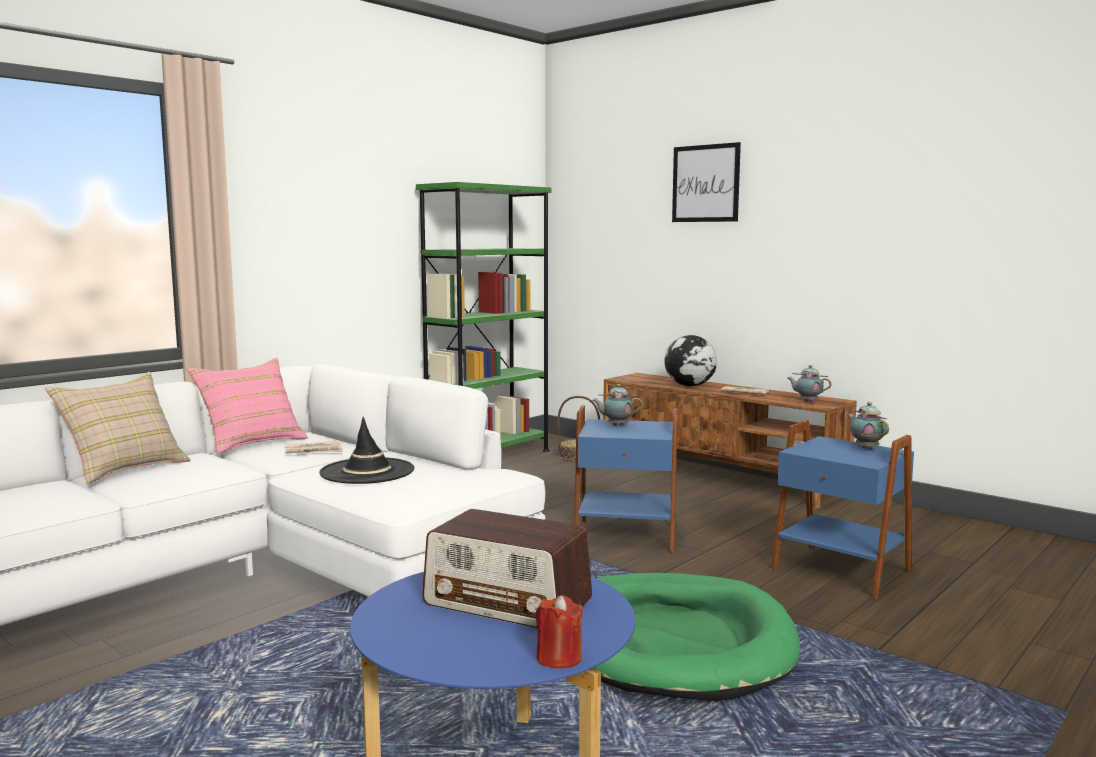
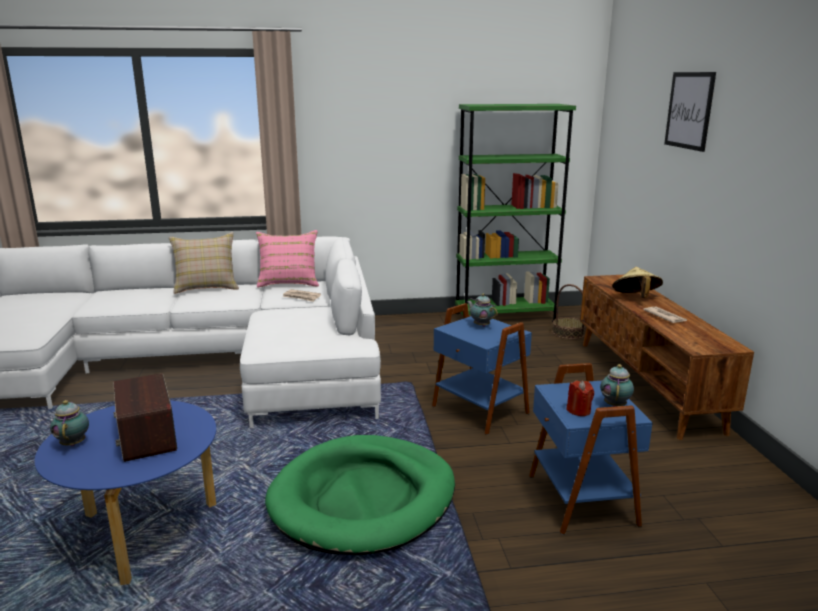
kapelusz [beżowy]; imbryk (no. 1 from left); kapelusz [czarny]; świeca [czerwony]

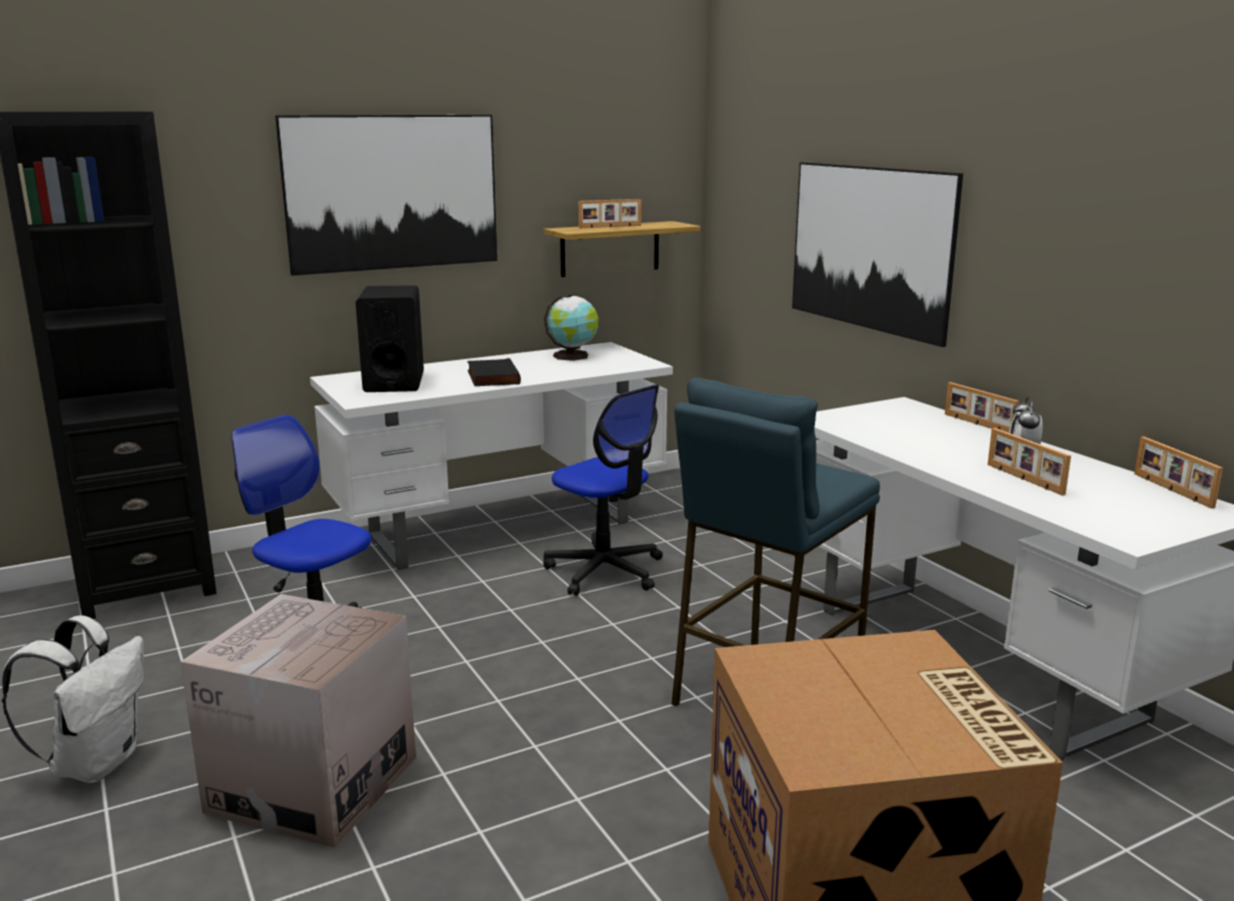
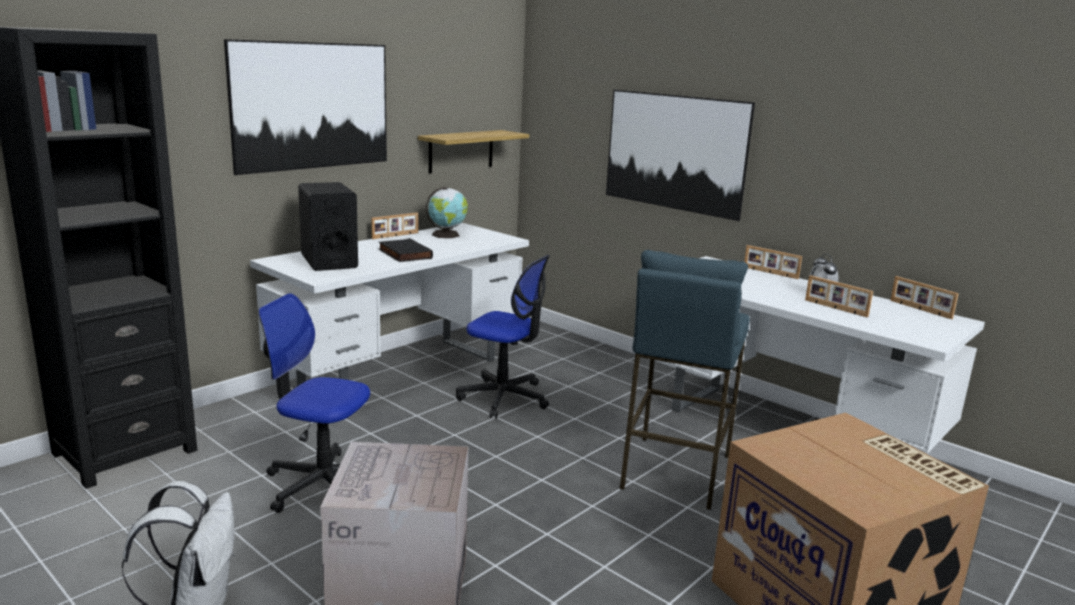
ramka na zdjęcie (no. 1 from left)

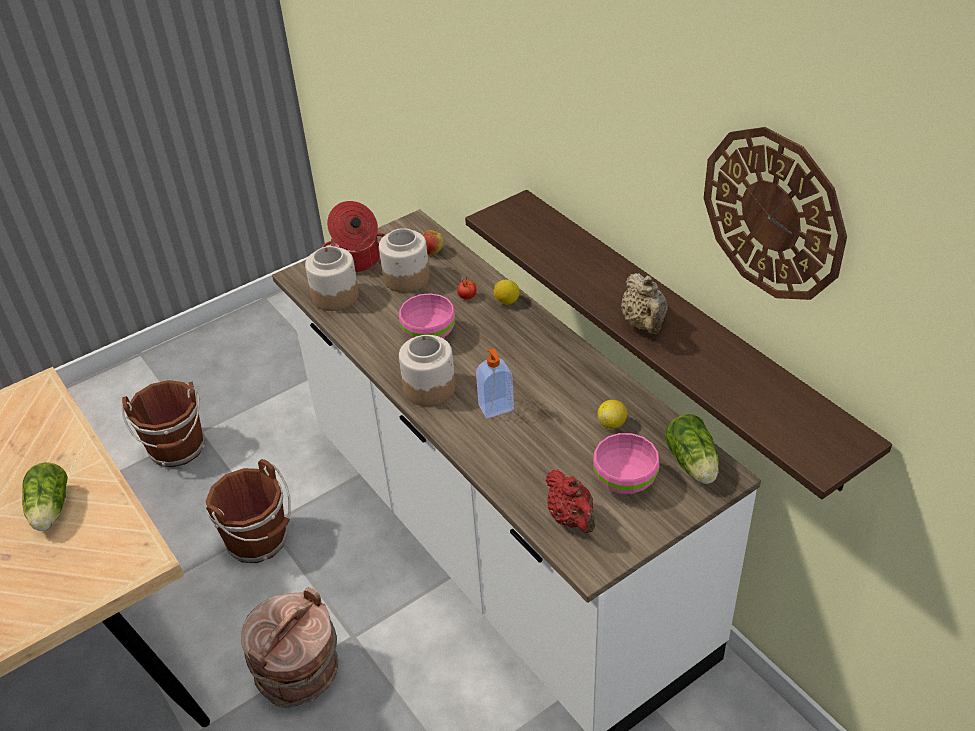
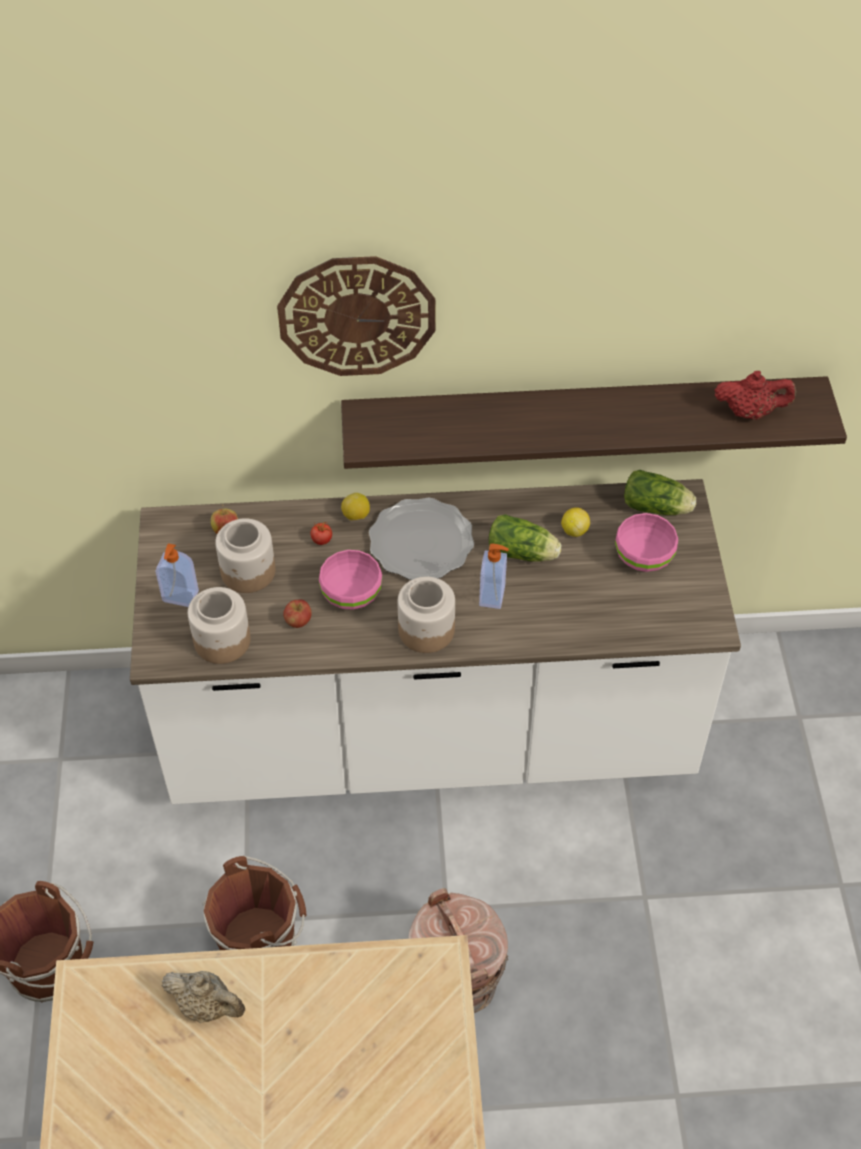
zegar ścienny; dozownik mydła (no. 1 from left); imbryk [beżowy]; sałata (no. 1 from left); imbryk [czerwony]; talerz; jabłko (no. 2 from left)

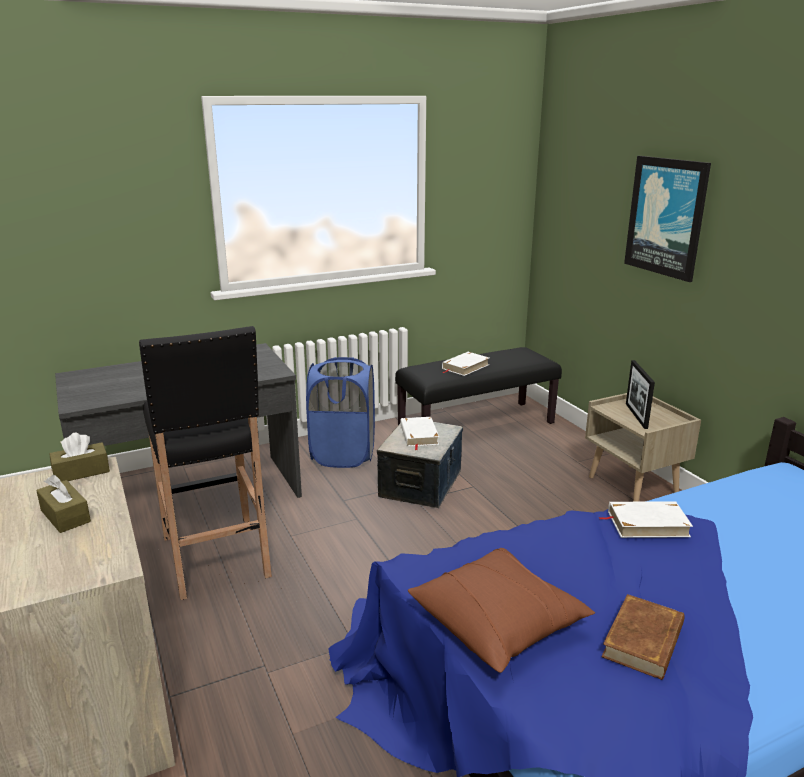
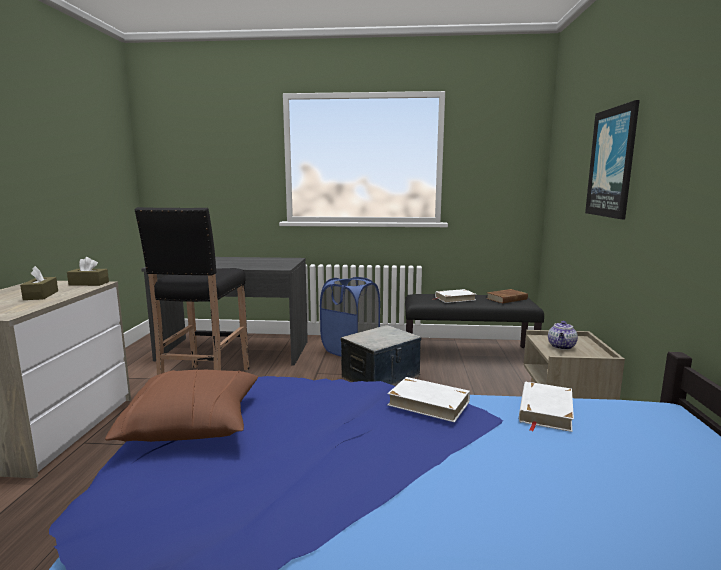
imbryk; książka [biały] (no. 3 from left); książka [brązowy]

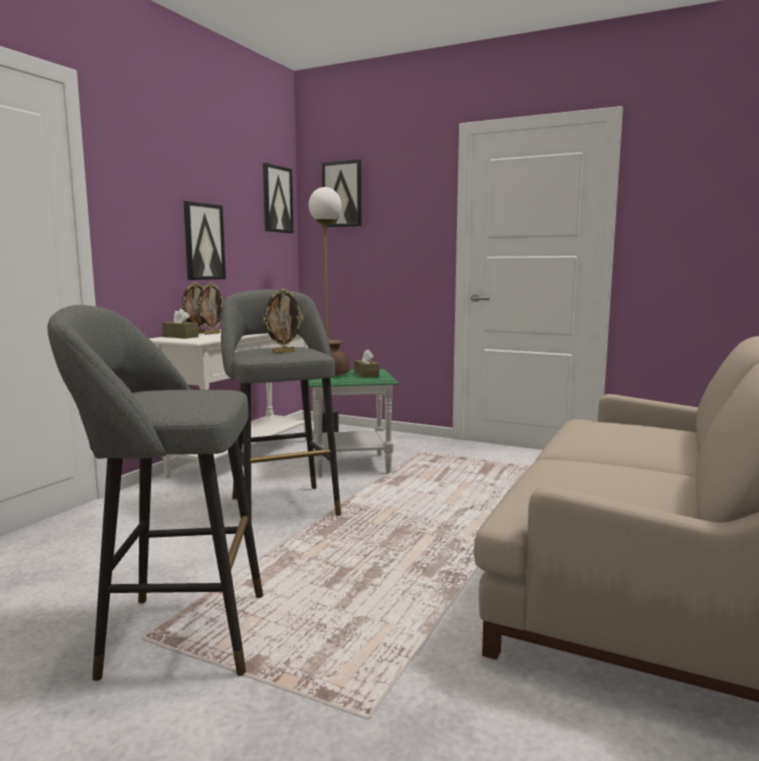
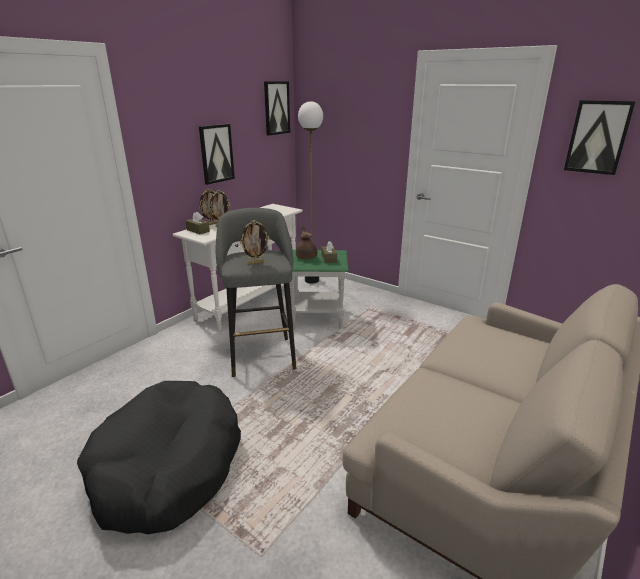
obraz (no. 3 from left); legowisko [czarny]

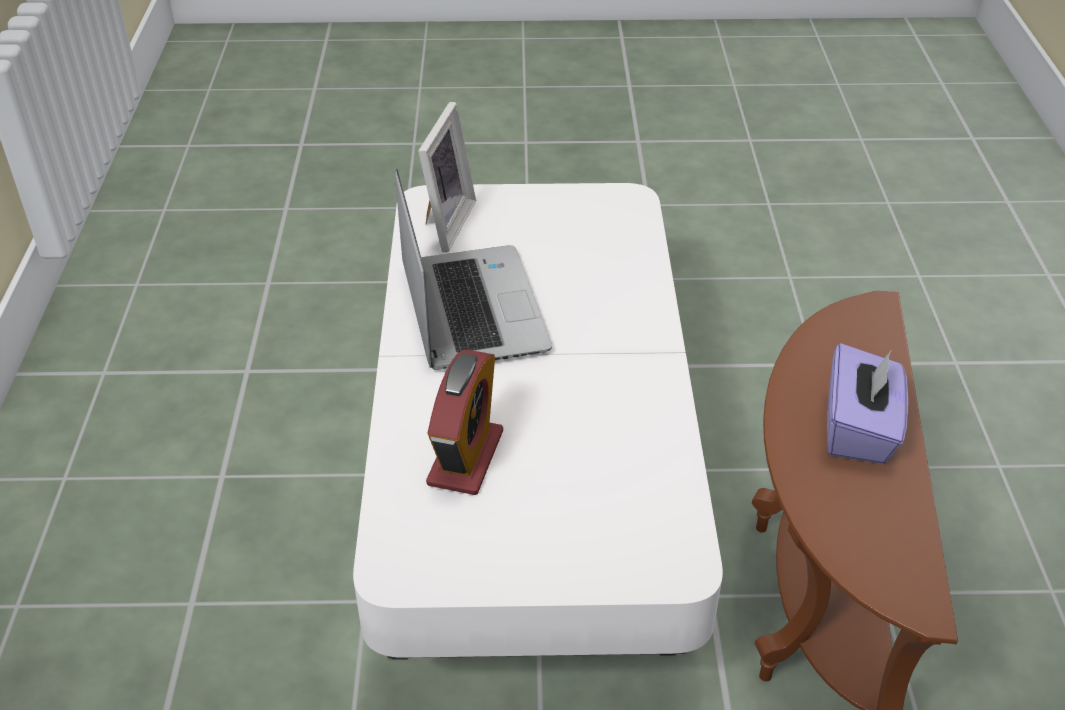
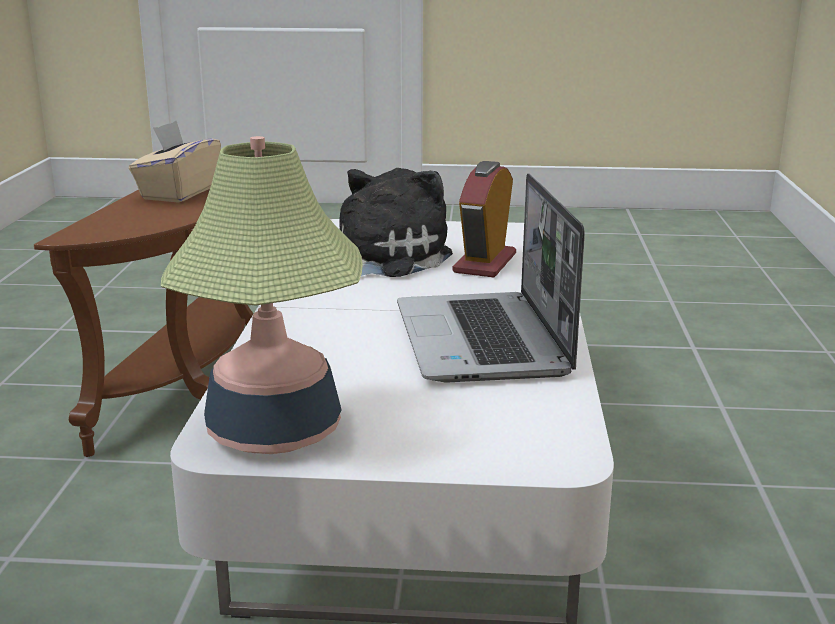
ramka na zdjęcie; pudełko chusteczek [beżowy]; lampa stołowa; pluszak

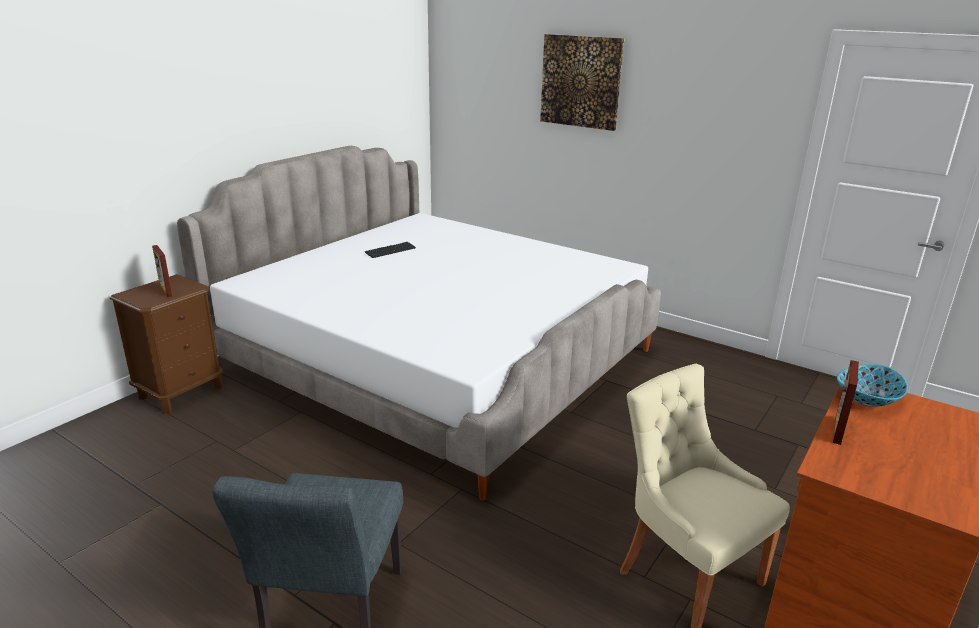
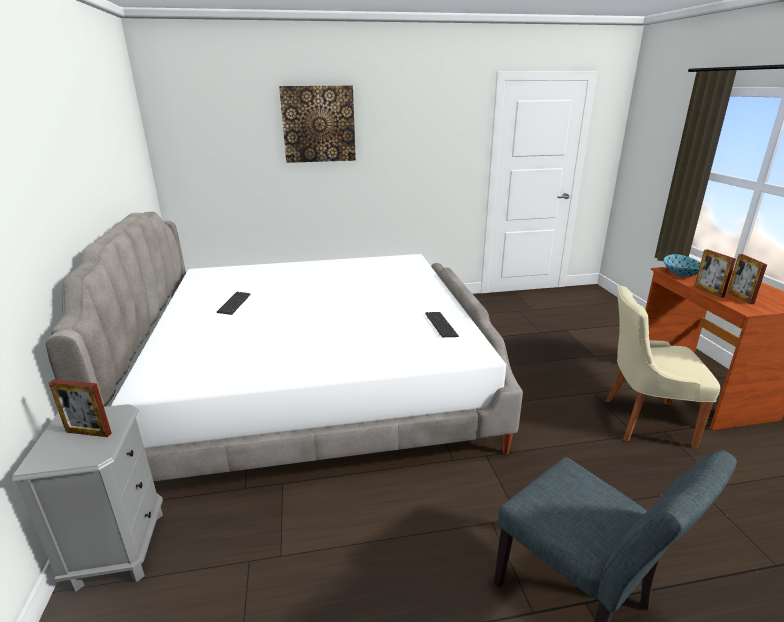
szafka nocna [szary]; ramka na zdjęcie (no. 3 from left); klawiatura (no. 2 from left)

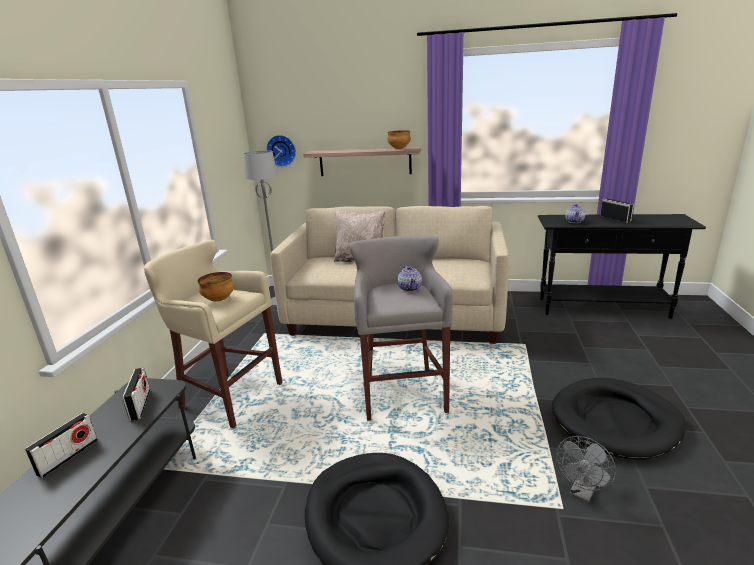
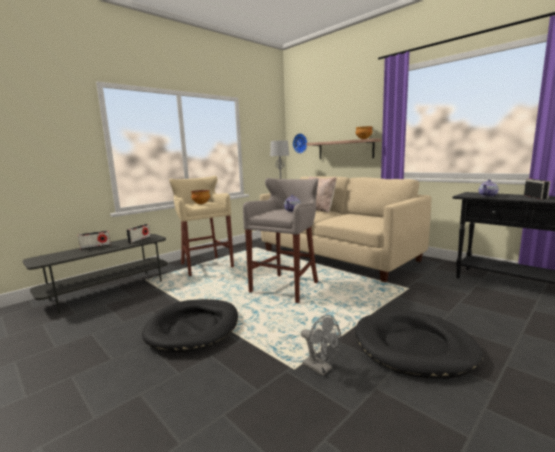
wentylator [szary]

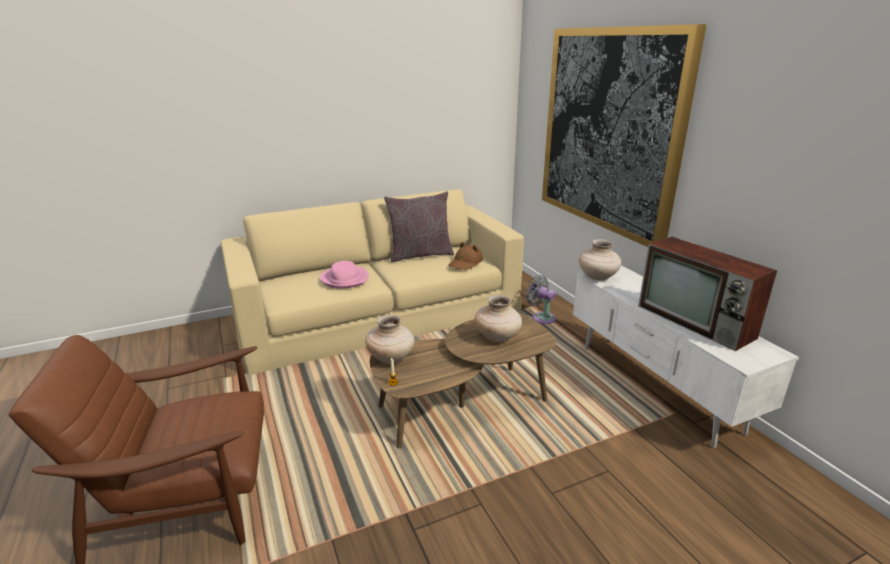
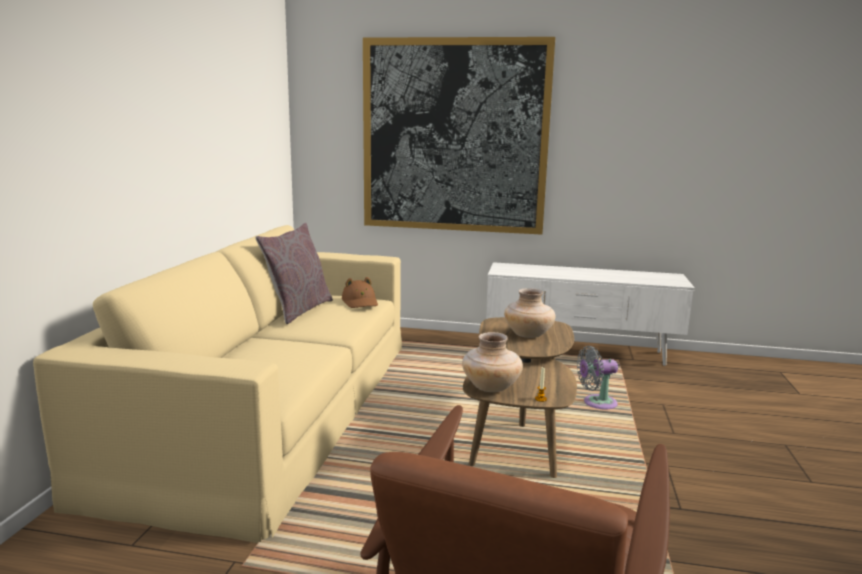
telewizor; wazon [beżowy] (no. 3 from left in the first image); kapelusz [różowy]; wentylator [szary]

